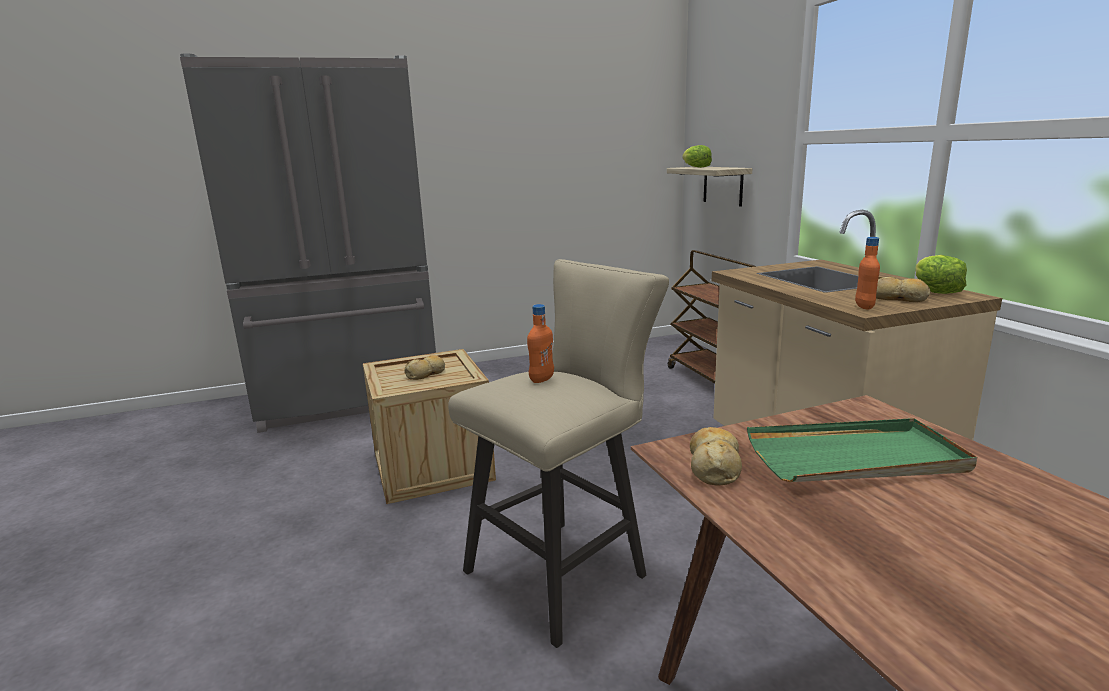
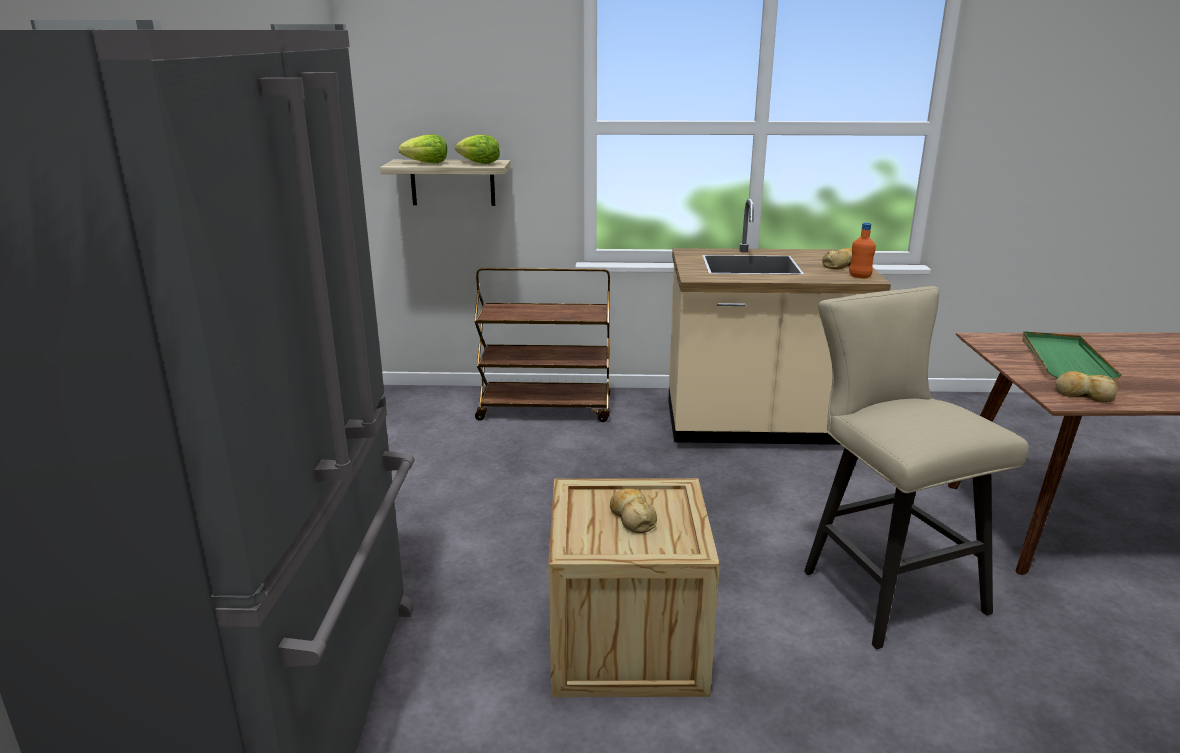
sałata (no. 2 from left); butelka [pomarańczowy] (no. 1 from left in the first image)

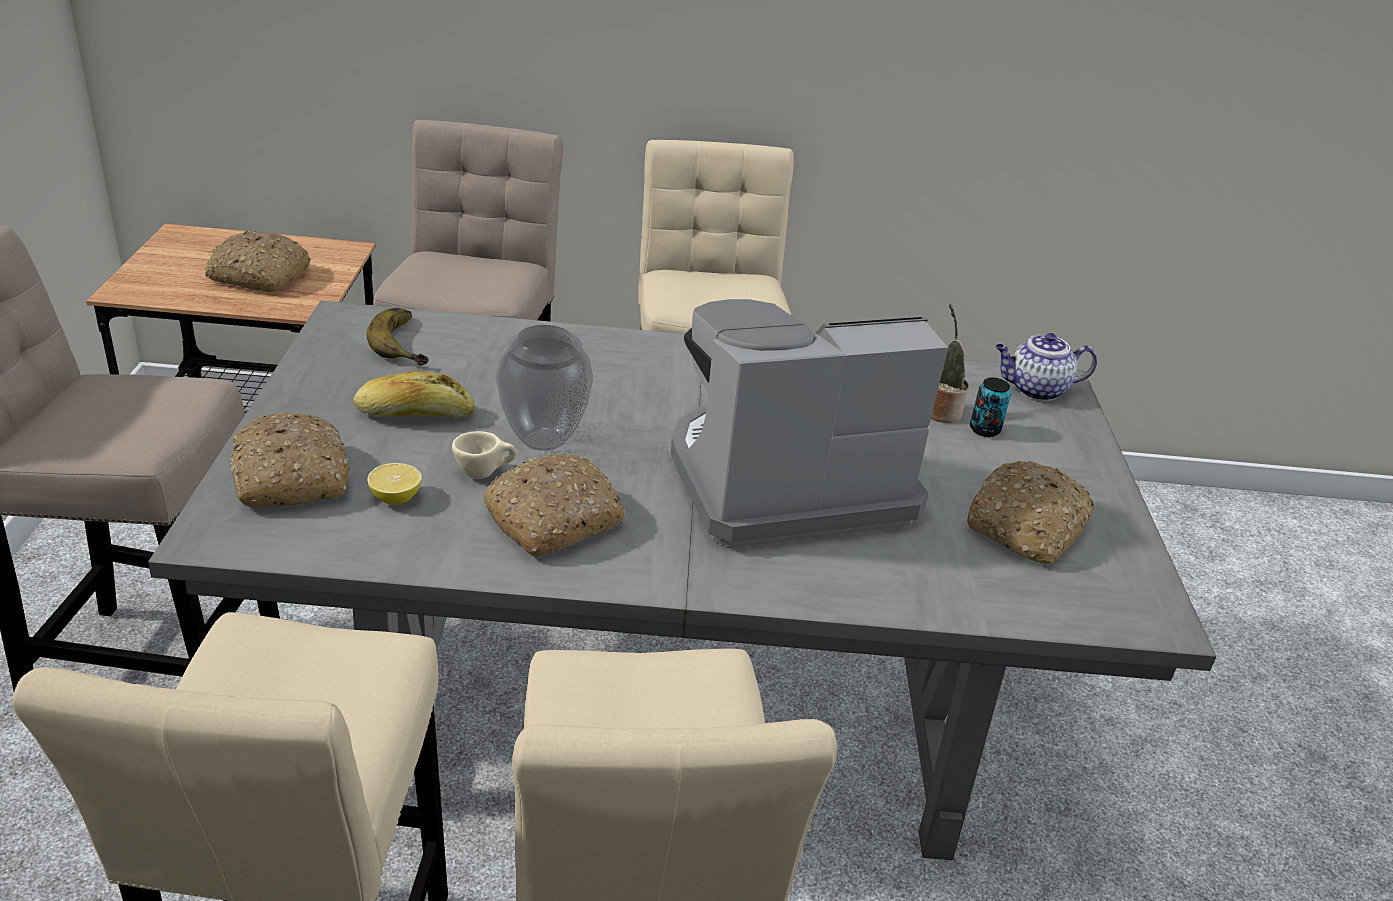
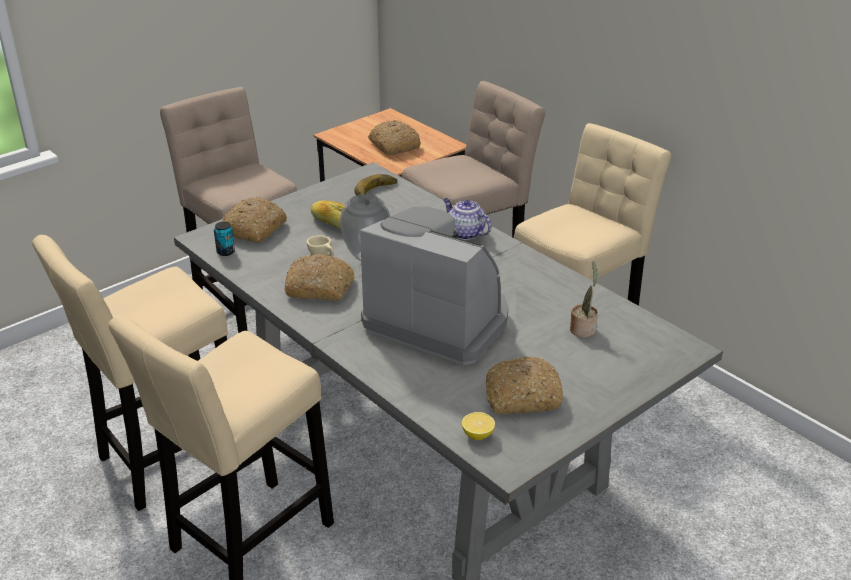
imbryk; puszka; cytryna

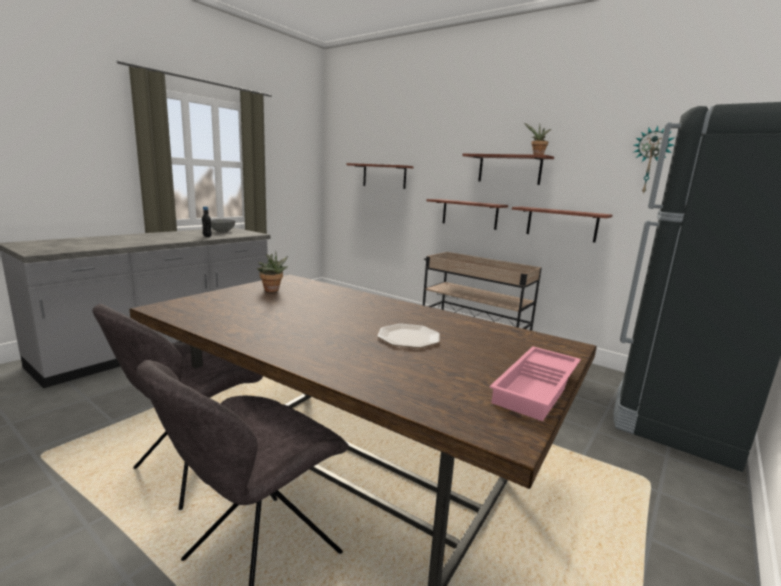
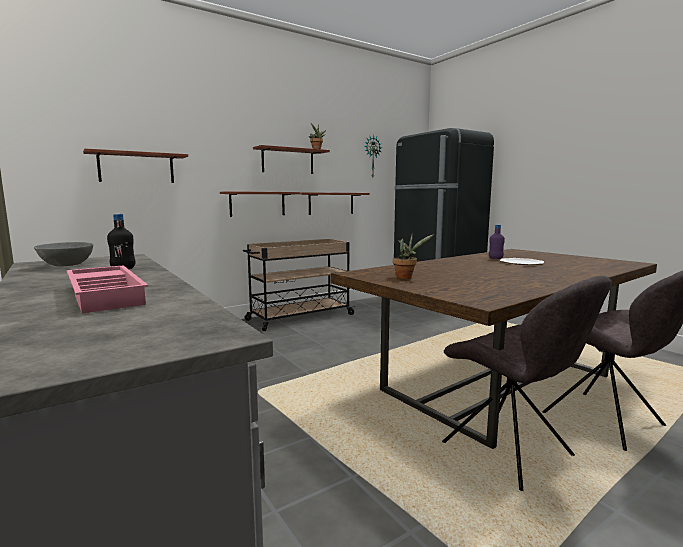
taca [różowy]; butelka [fioletowy]

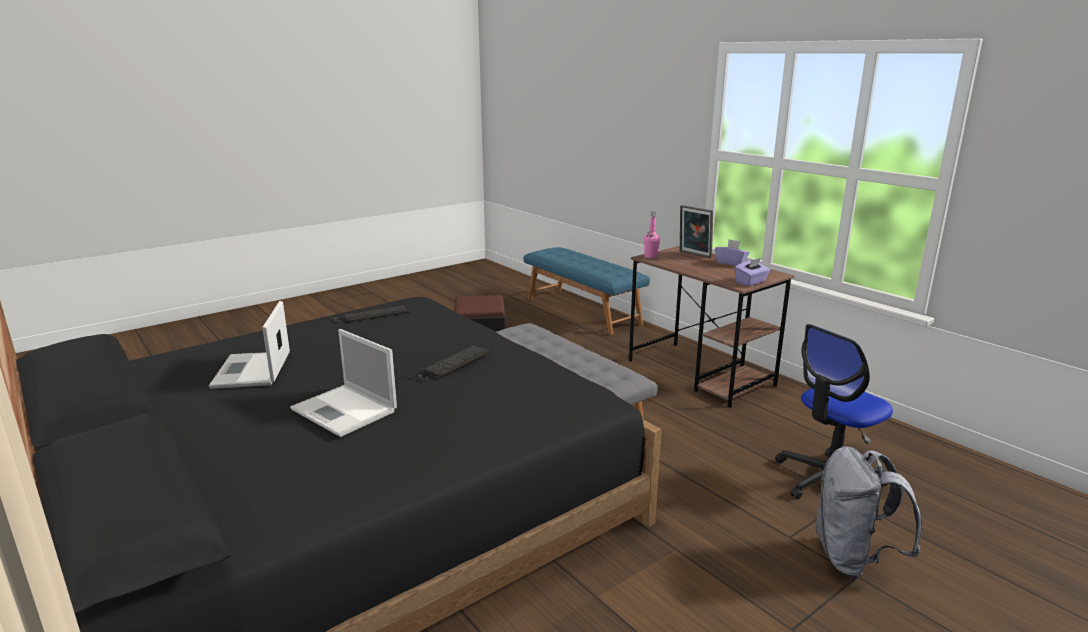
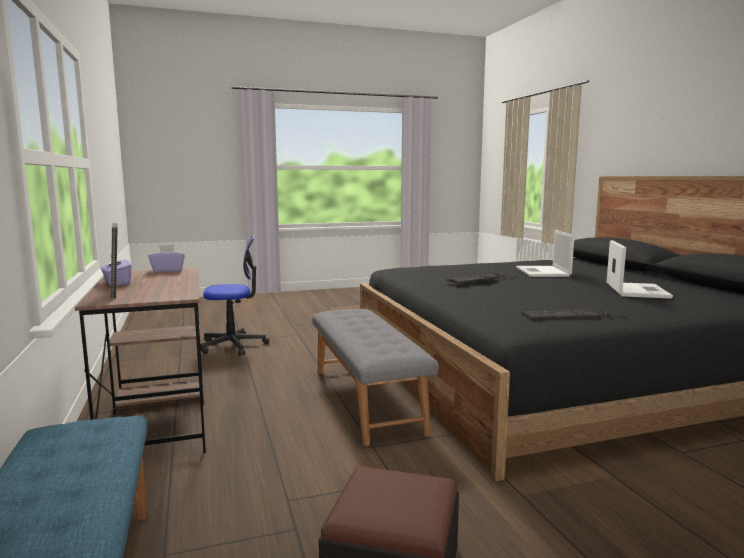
butelka [różowy]; laptop (no. 1 from left); plecak [szary]

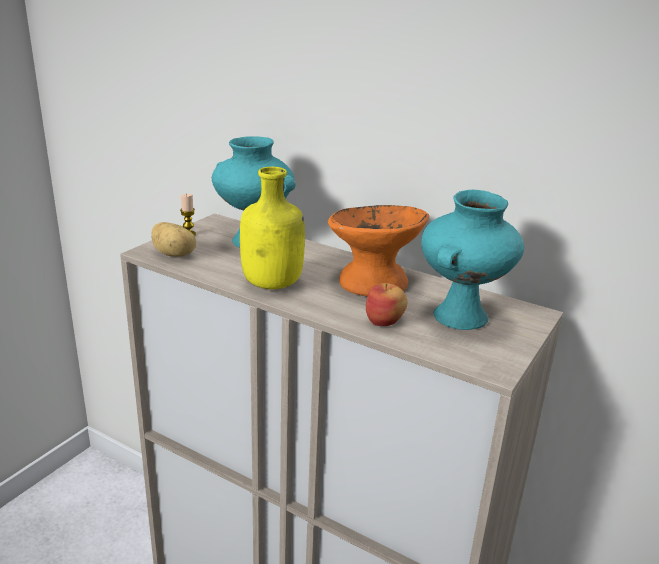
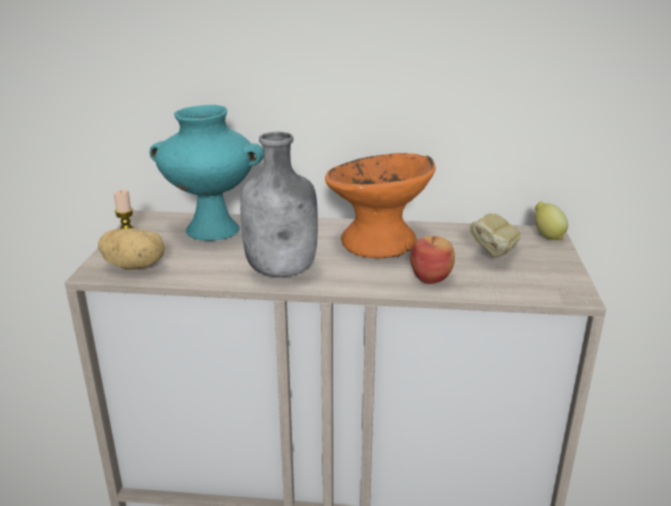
butelka [szary]; chleb; cytryna

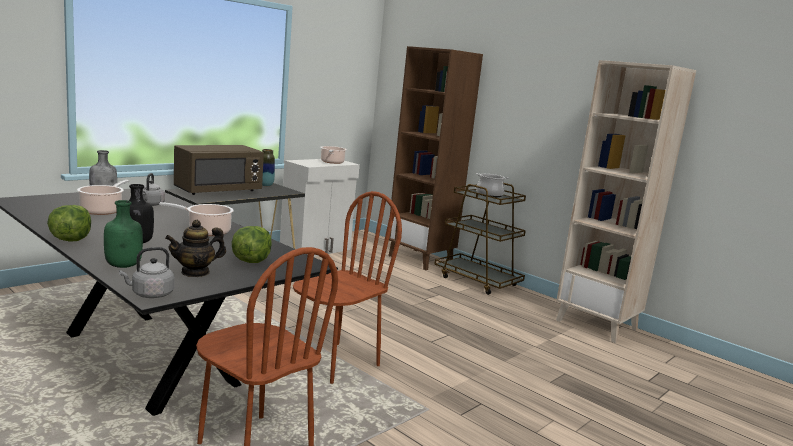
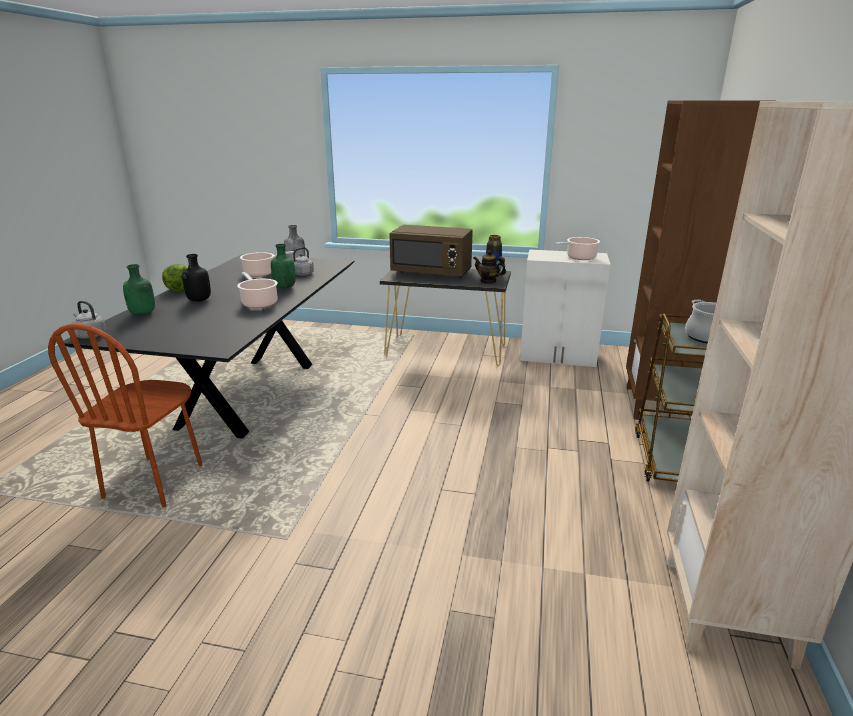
krzesło [brązowy] (no. 2 from left in the first image); imbryk; sałata (no. 2 from left in the first image); butelka [zielony] (no. 2 from left)

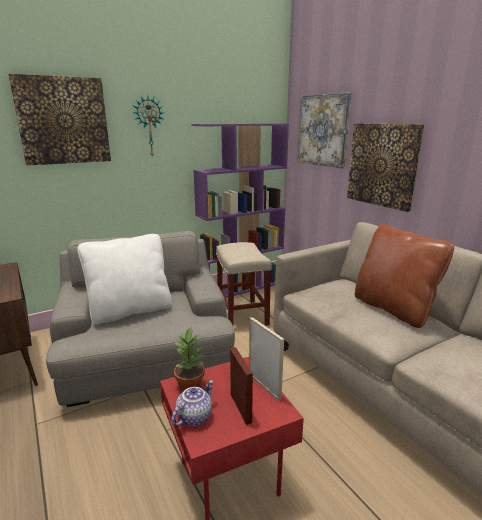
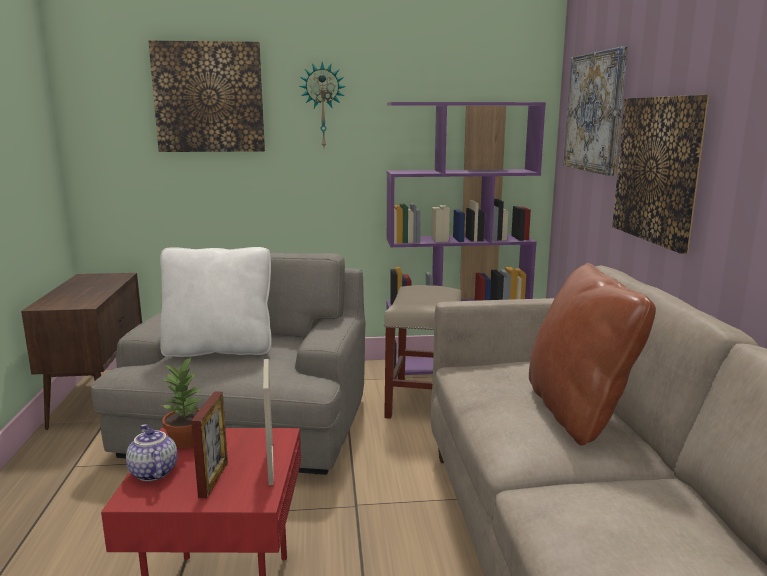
imbryk

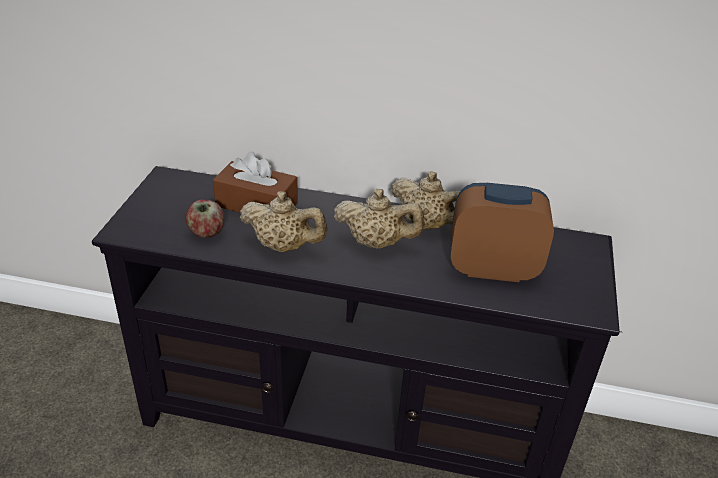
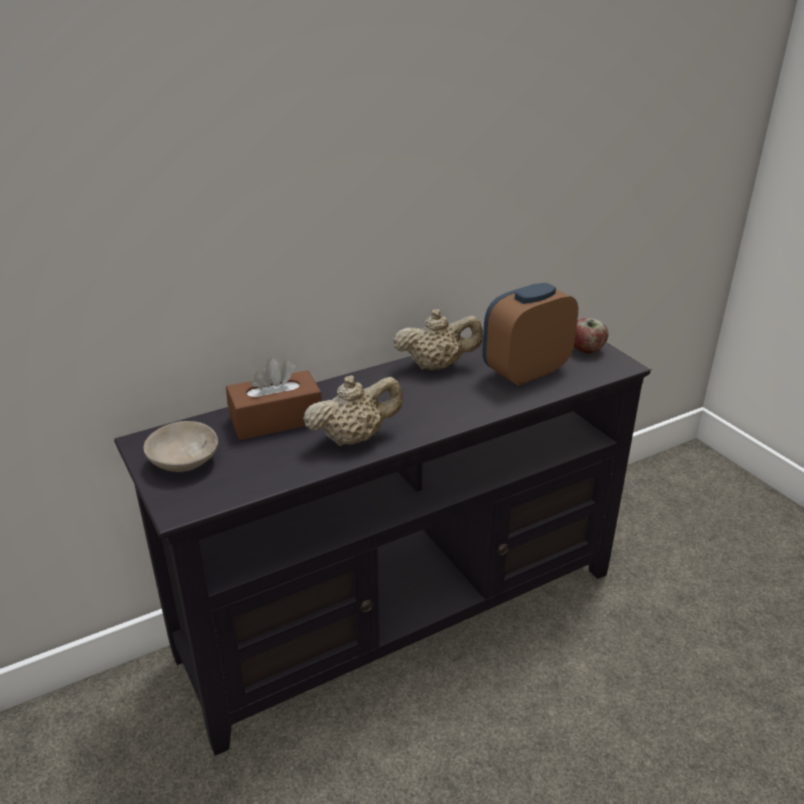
imbryk [beżowy] (no. 2 from left in the first image); jabłko; miska [beżowy]

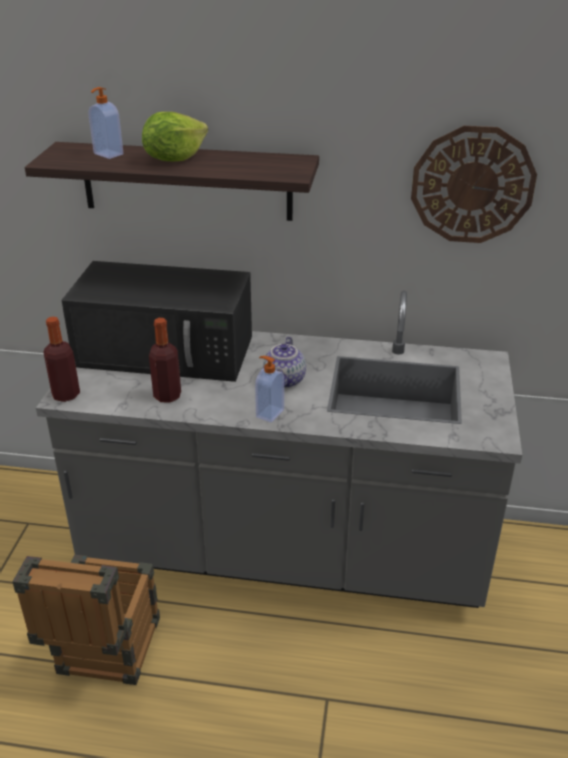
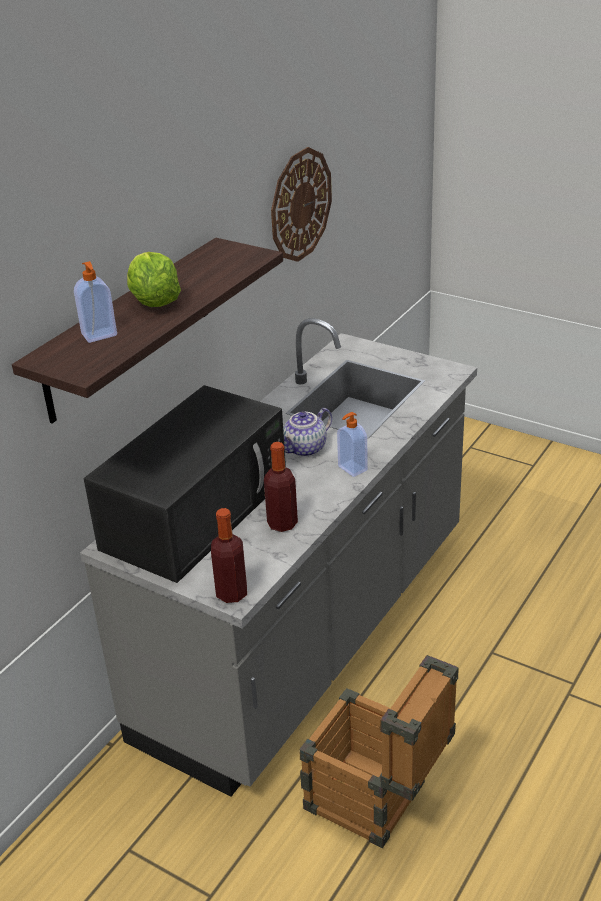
imbryk

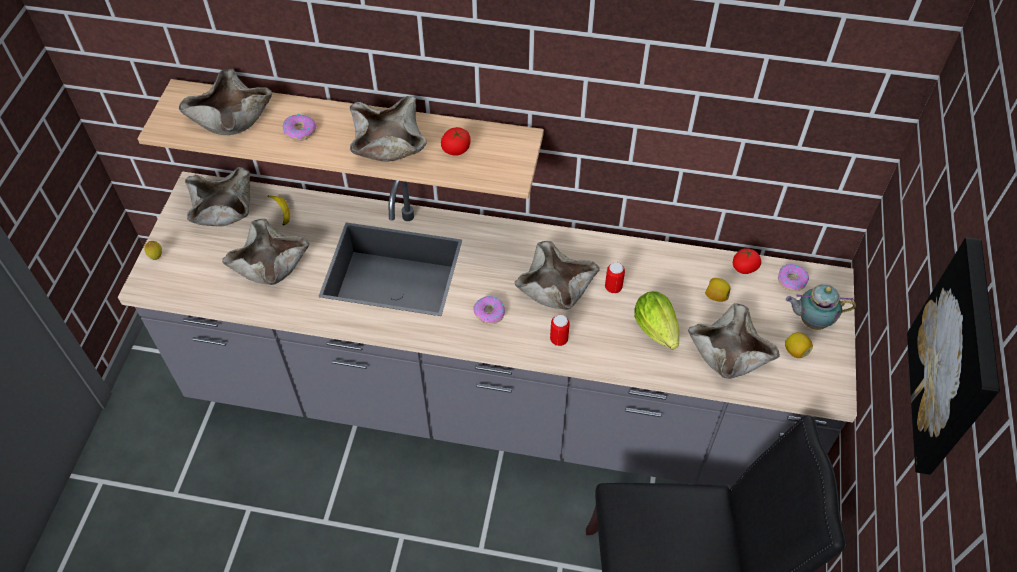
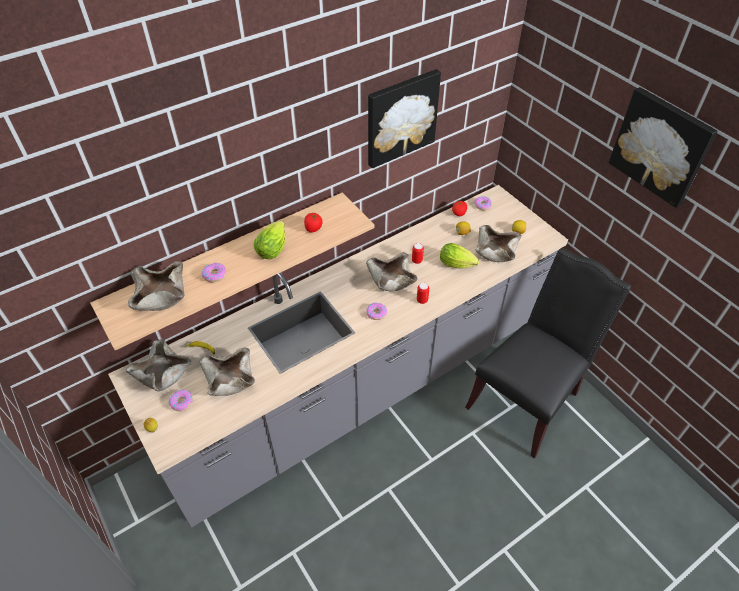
sałata (no. 1 from left); imbryk; obraz (no. 1 from left); donut (no. 1 from left)

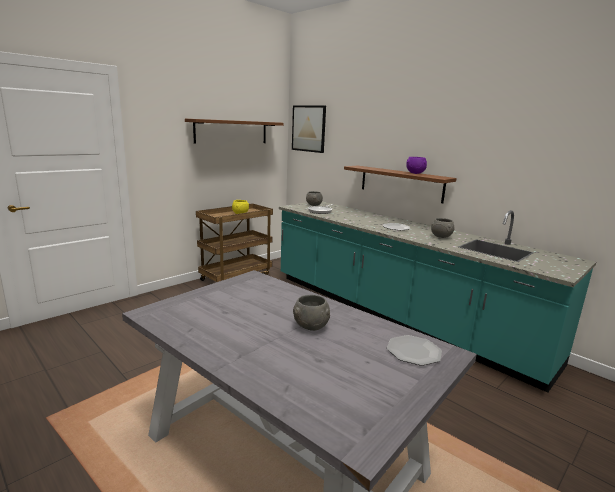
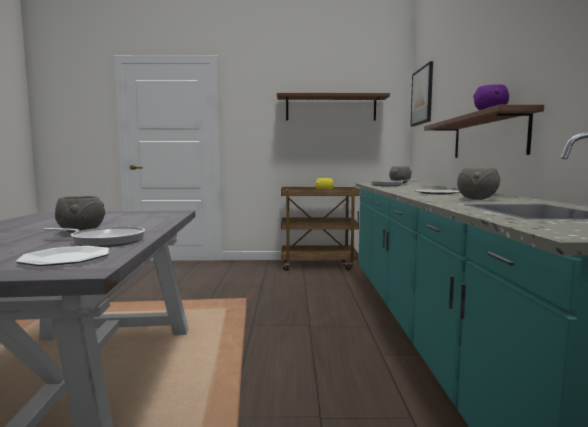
patelnia (no. 1 from left)

